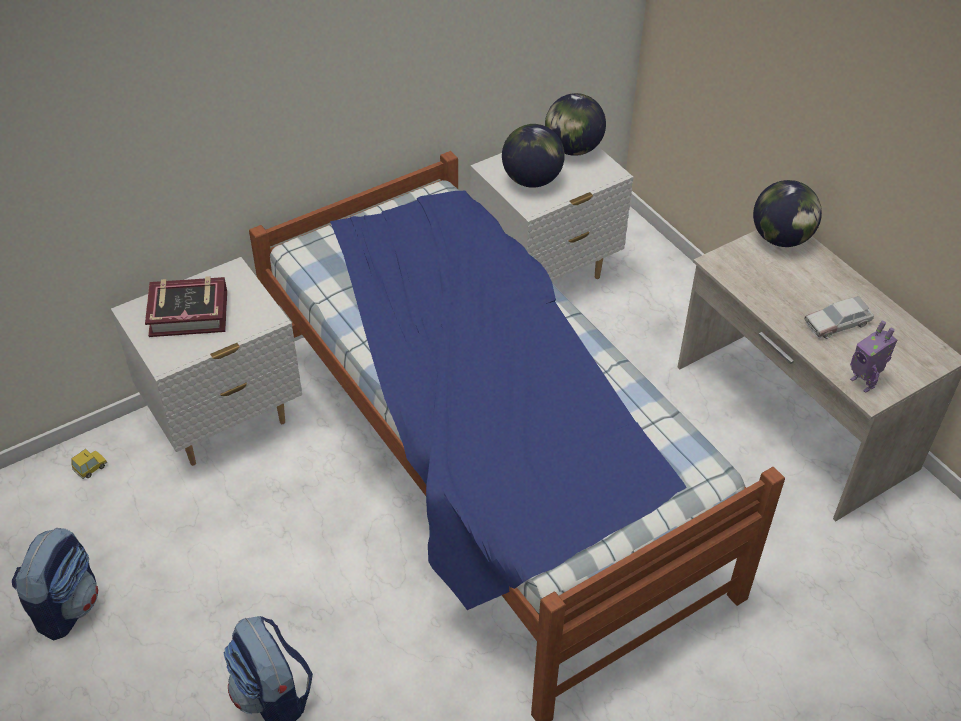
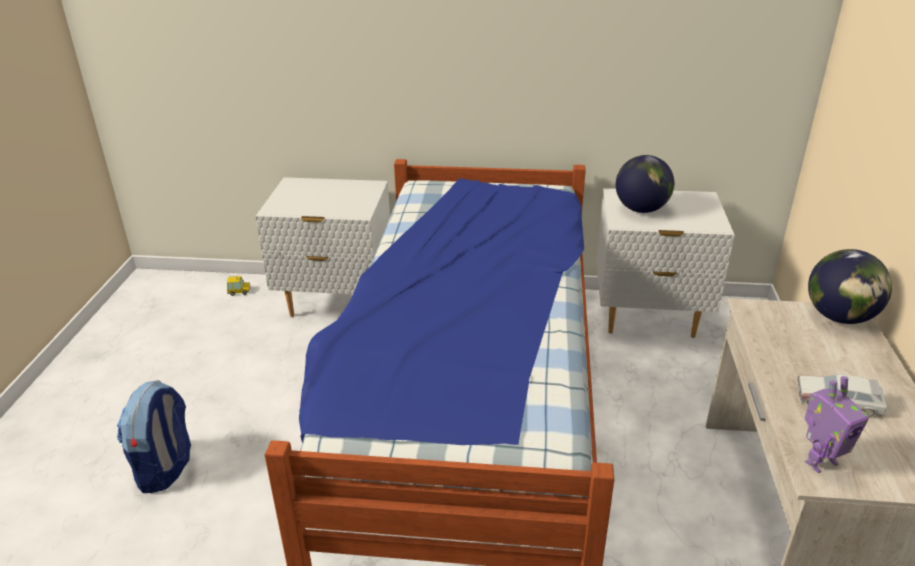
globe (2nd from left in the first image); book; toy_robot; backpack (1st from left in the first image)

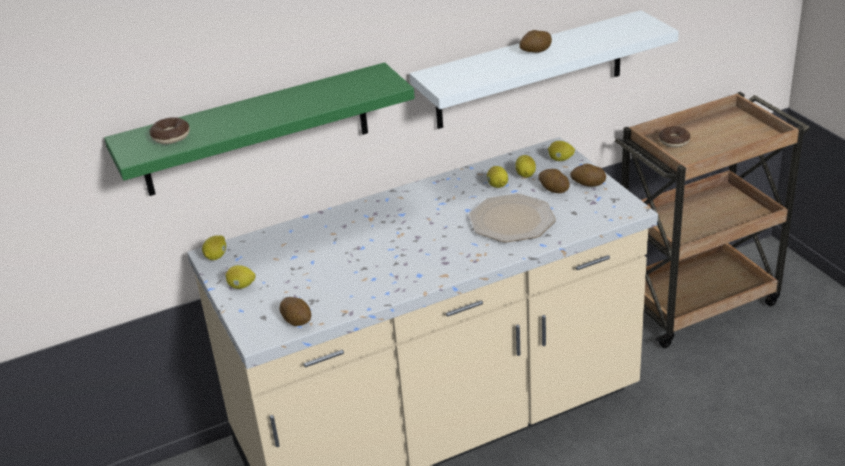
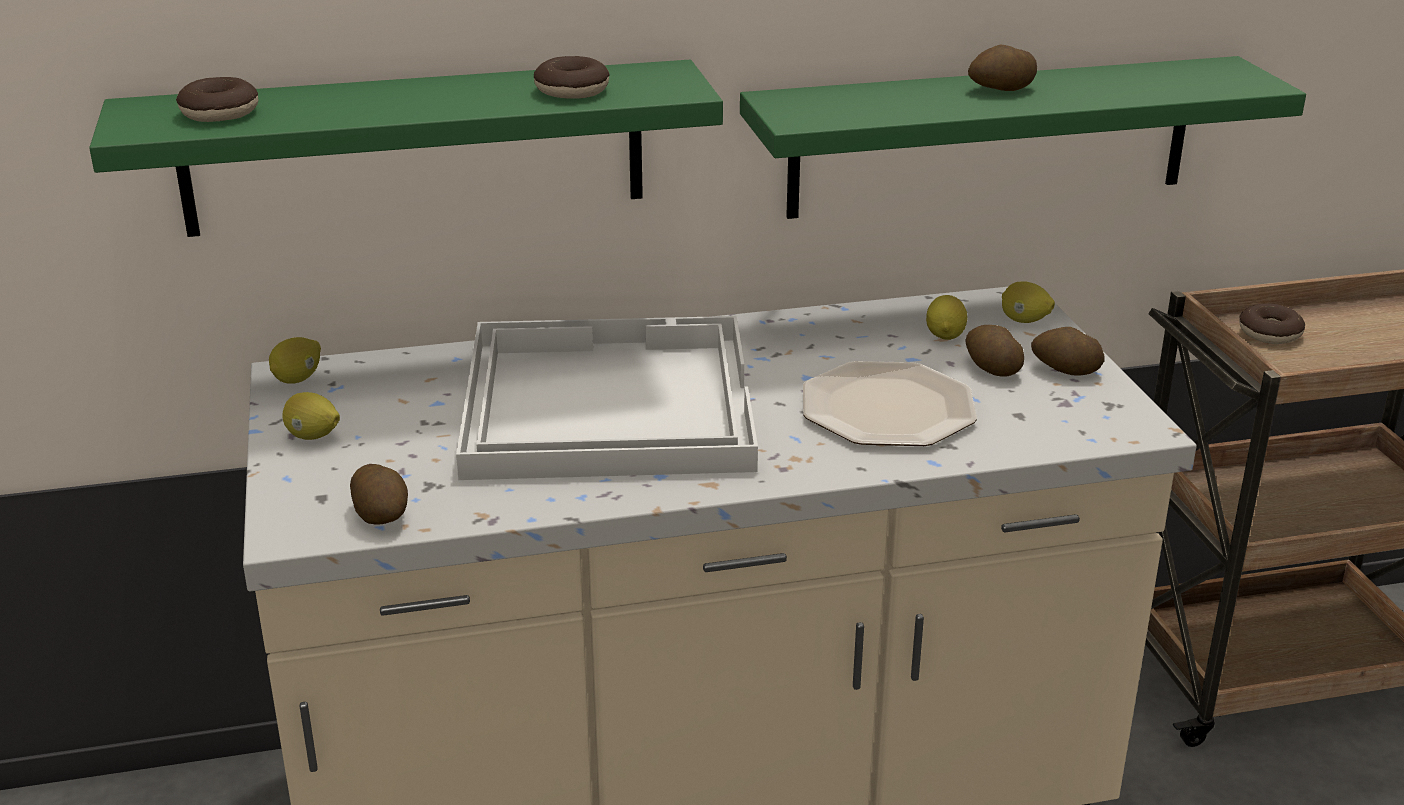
green_shelf (2nd from left); lemon (3rd from left in the first image); donut (2nd from left); white_tray

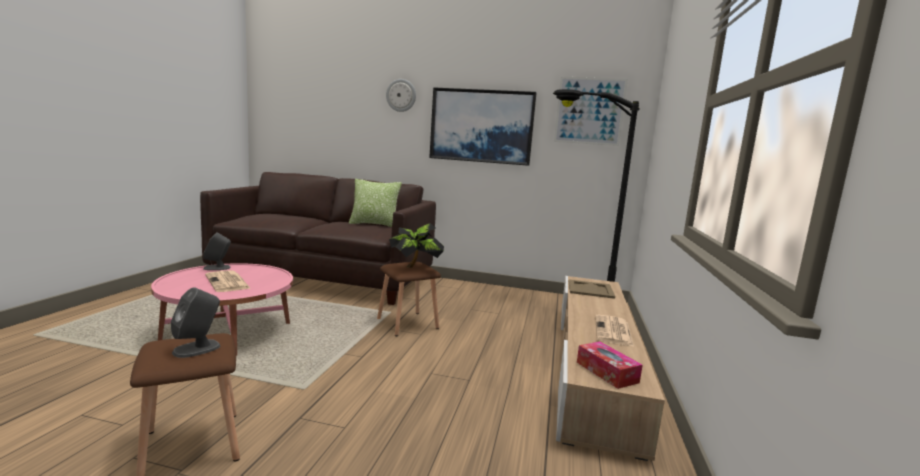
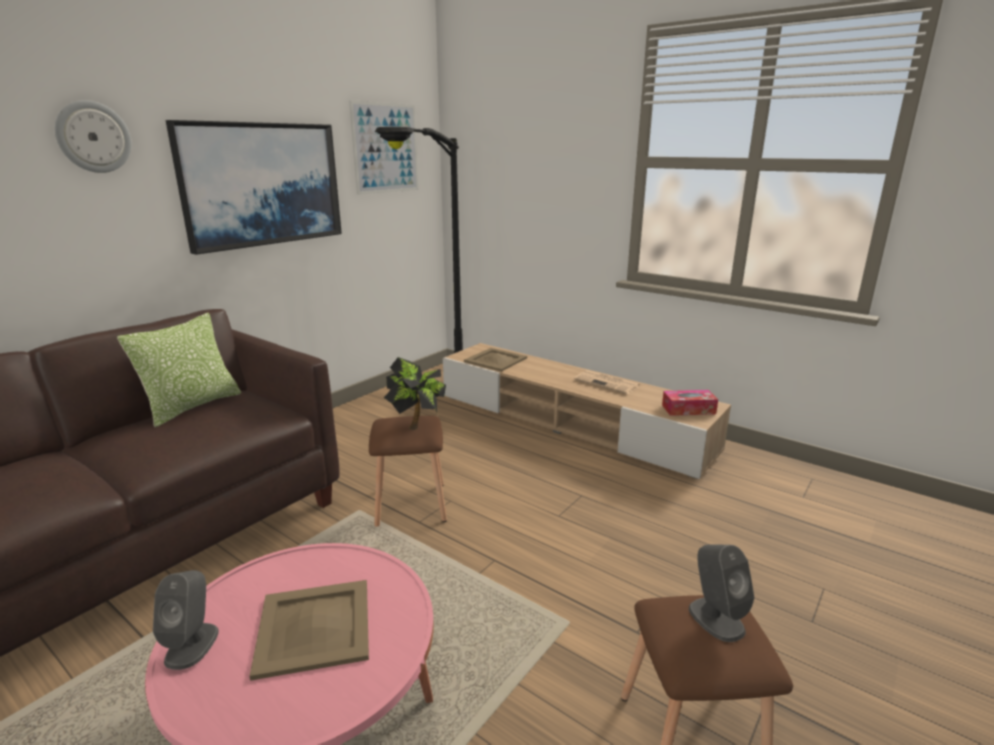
beige_tray (1st from left)

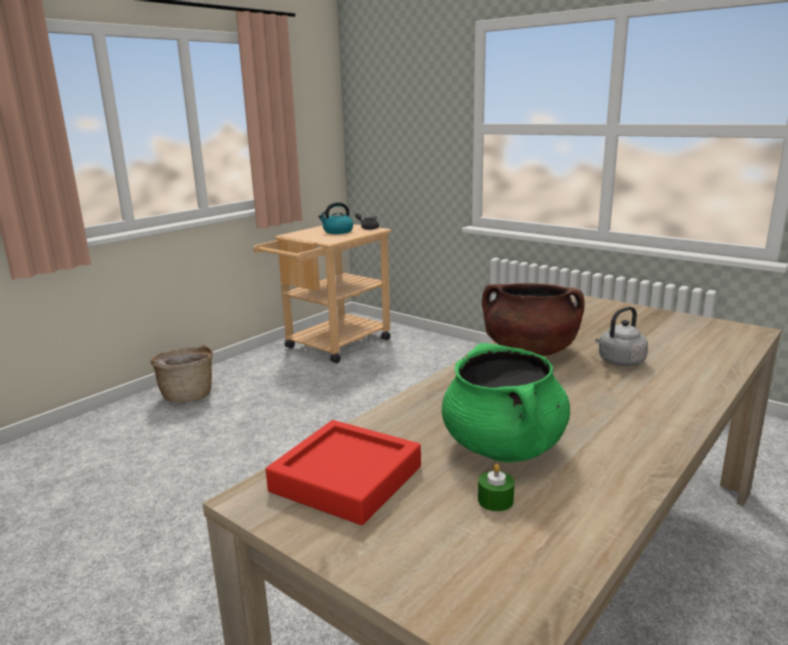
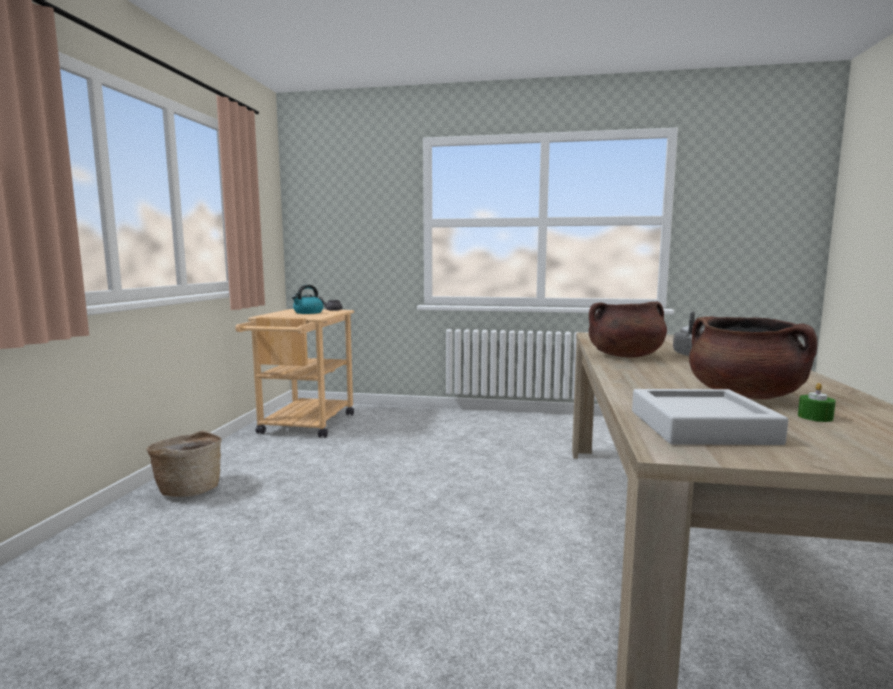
brown_cooking_pot (2nd from left); grey_tray

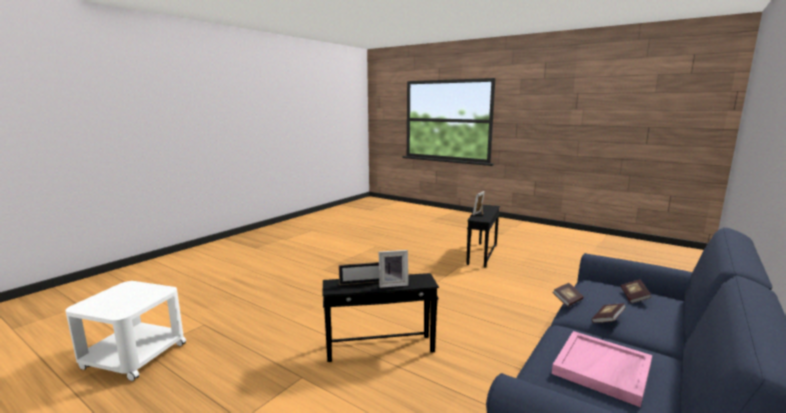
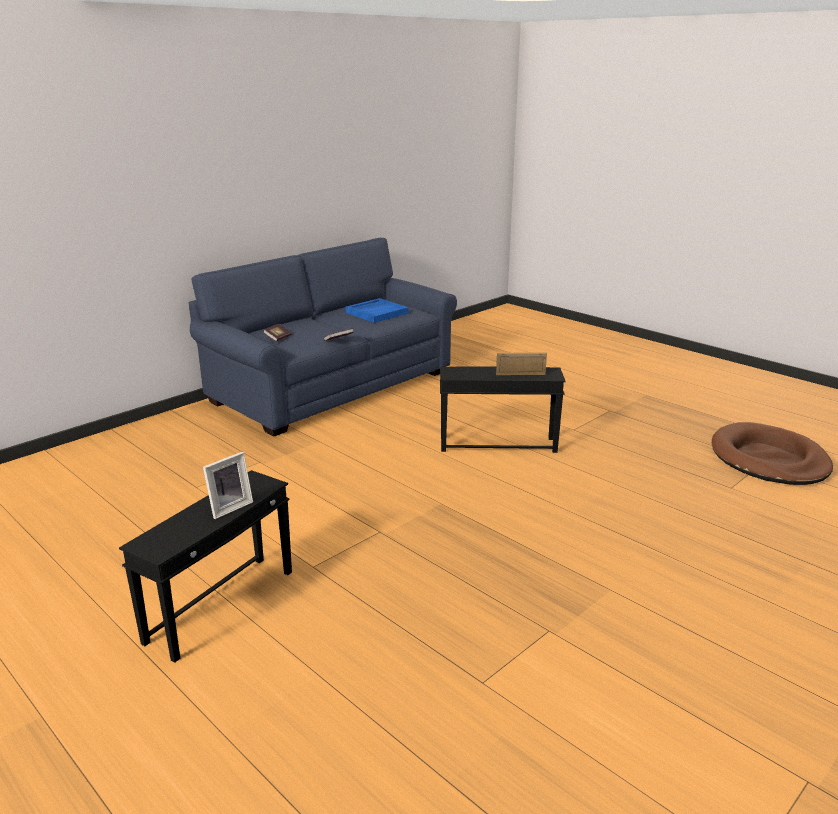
picture_frame (2nd from left in the first image); brown_dog_bed; book (2nd from left in the first image); blue_tray

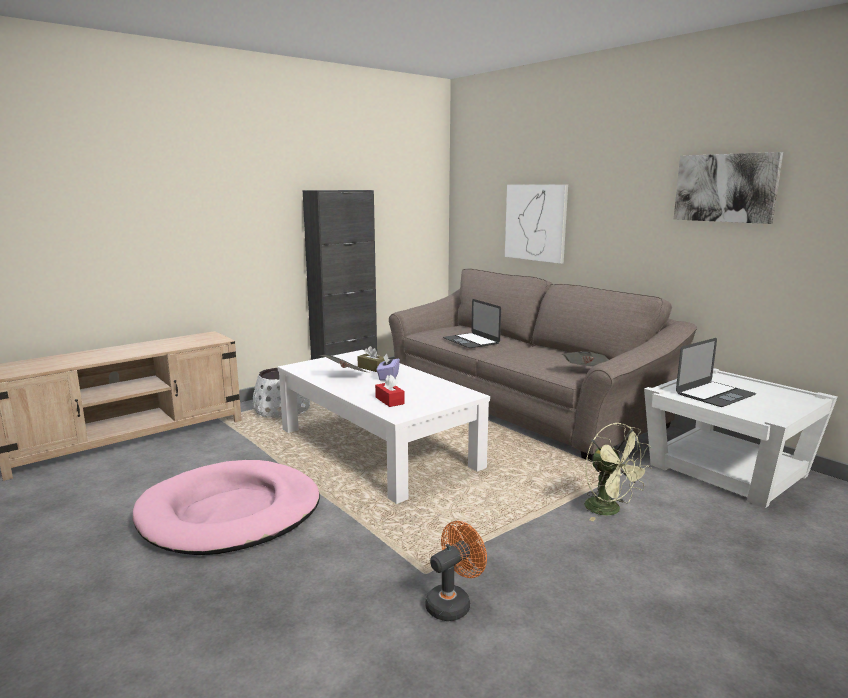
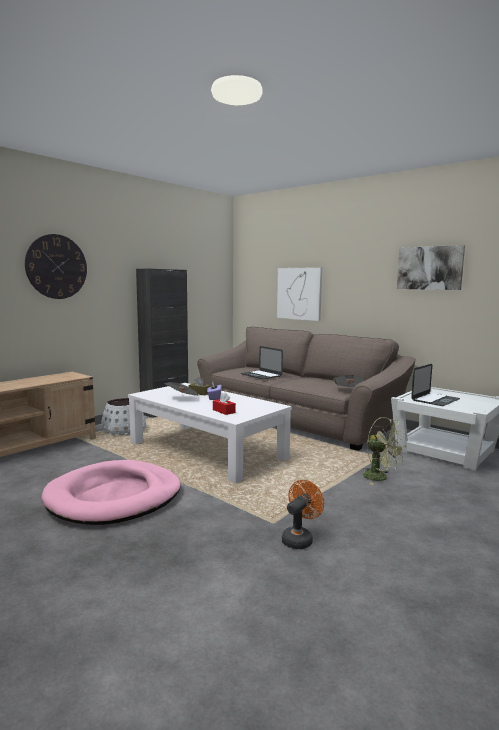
wall_clock

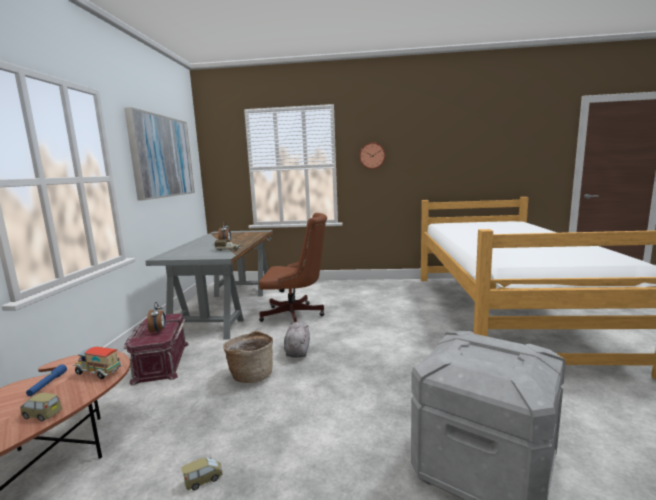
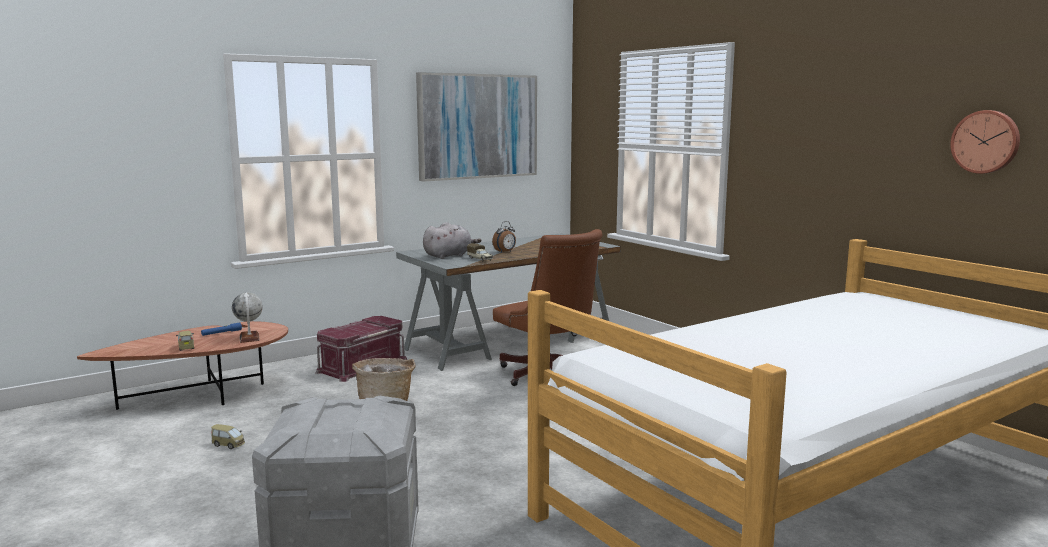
wall_clock; alarm_clock (1st from left in the first image); grey_plush_toy; globe

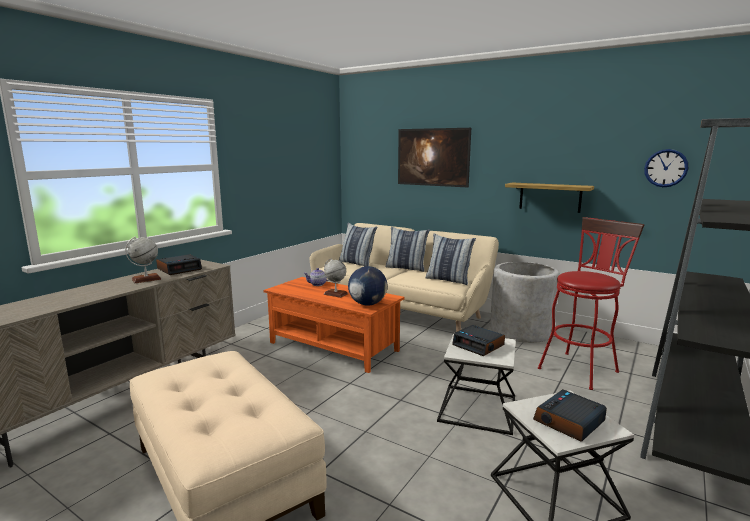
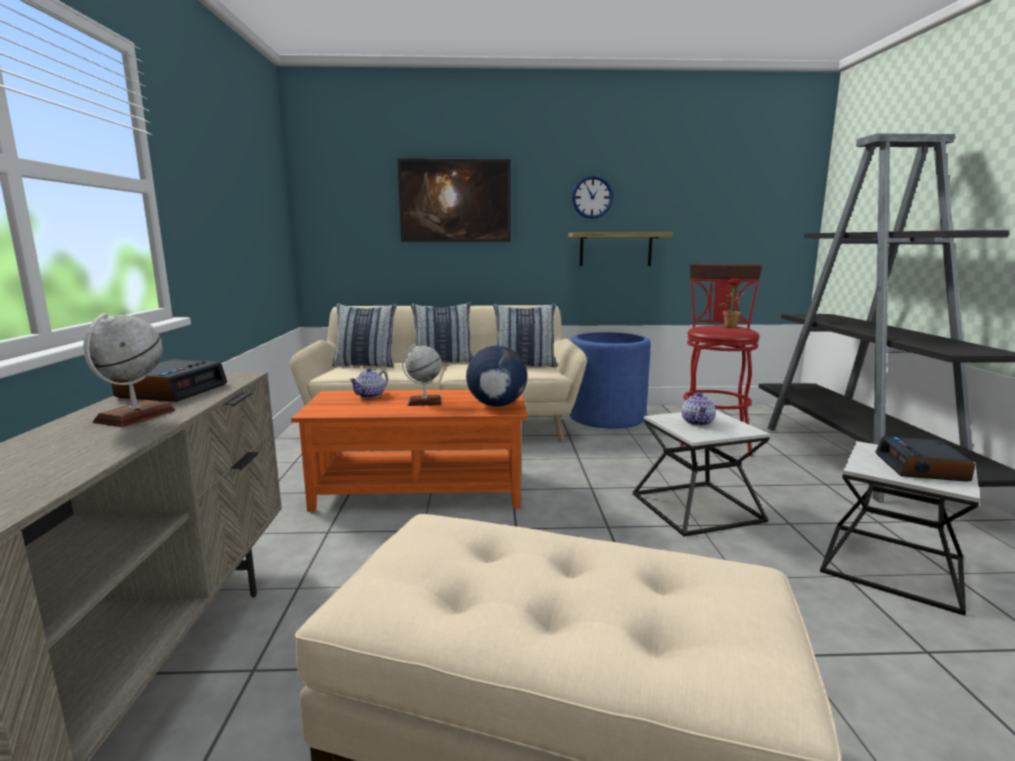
wall_clock; blue_planter; teapot (2nd from left); potted_plant

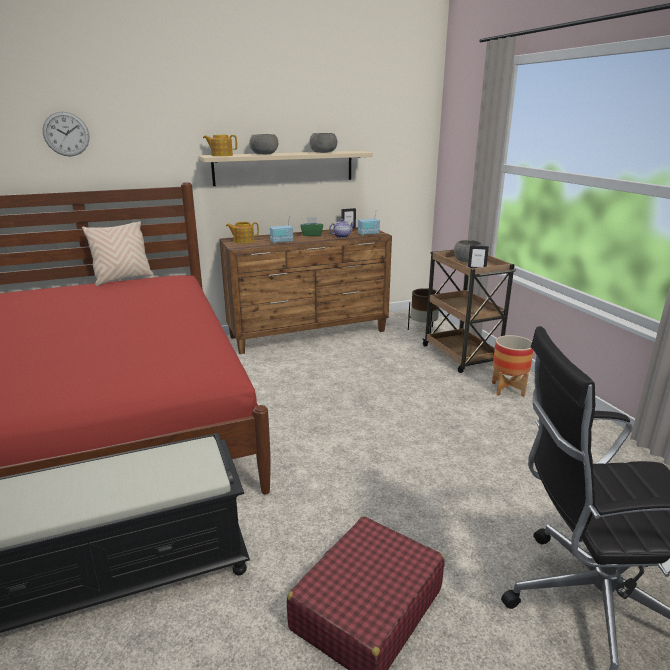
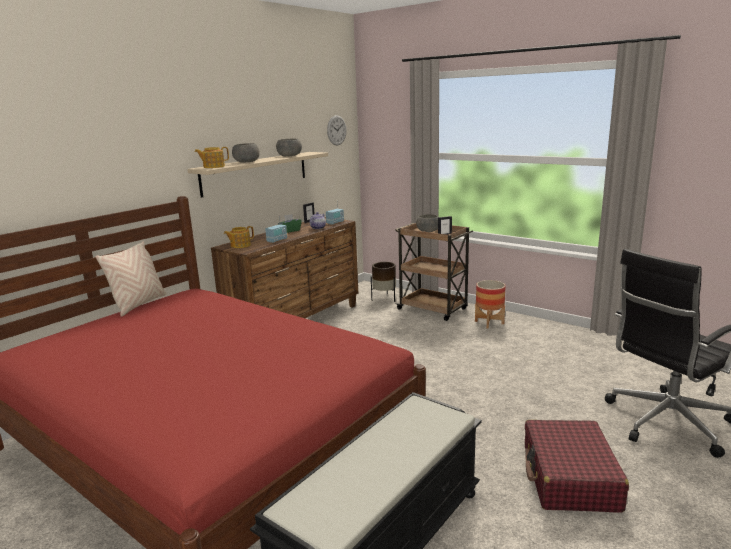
wall_clock

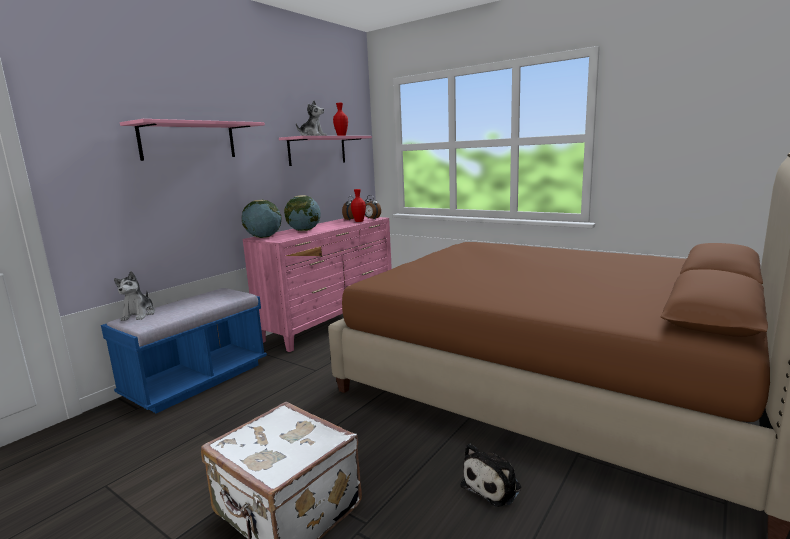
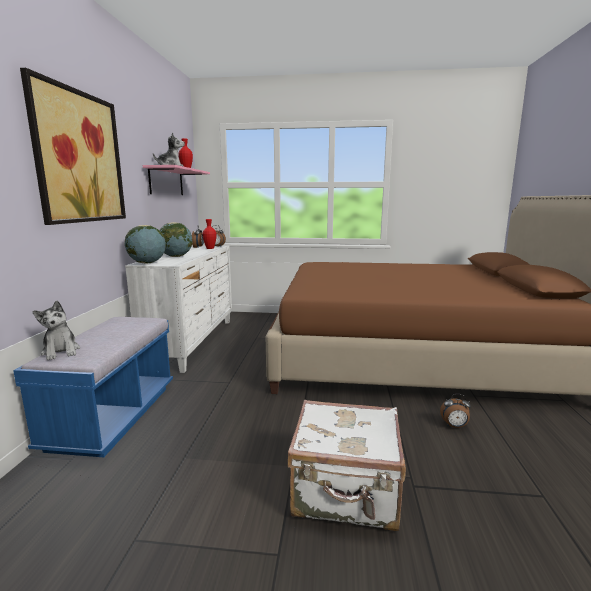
picture; white_dresser; alarm_clock (3rd from left)

